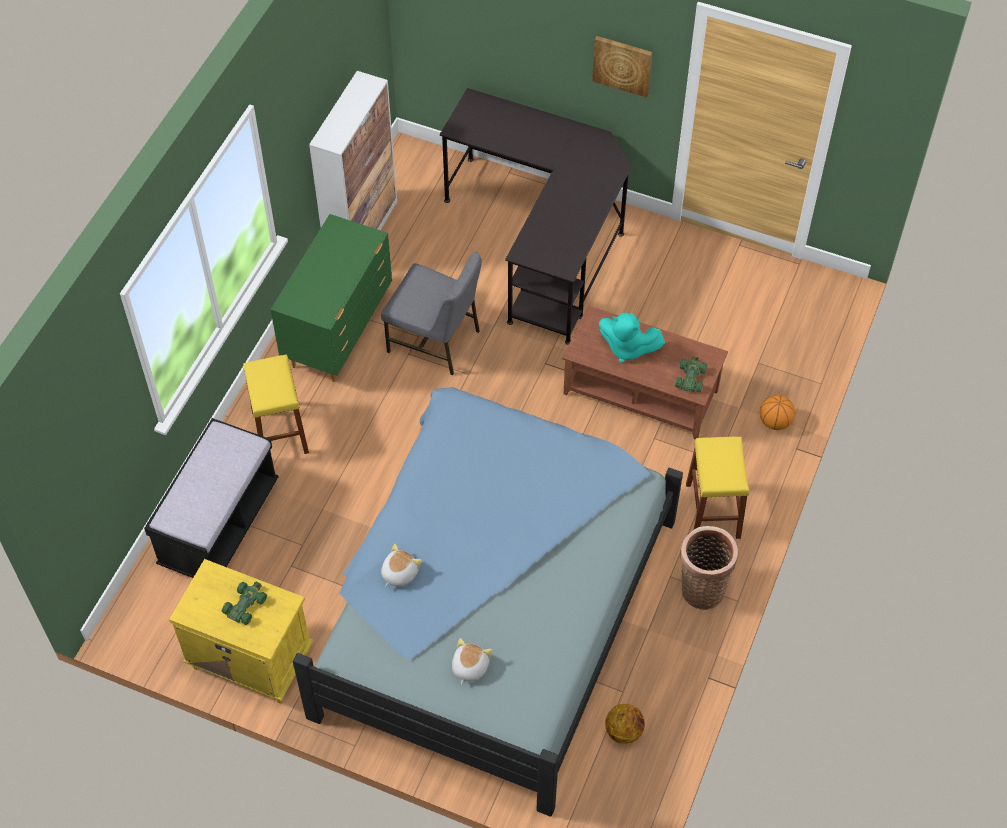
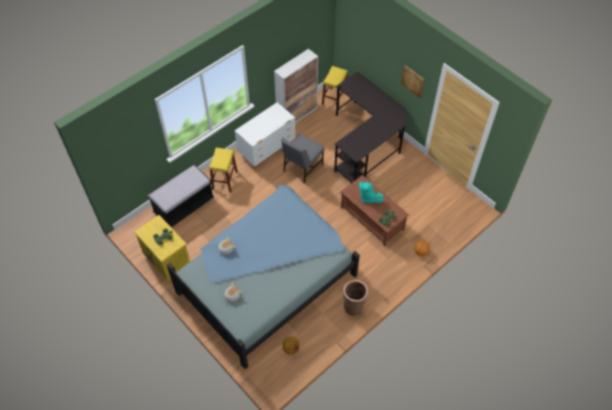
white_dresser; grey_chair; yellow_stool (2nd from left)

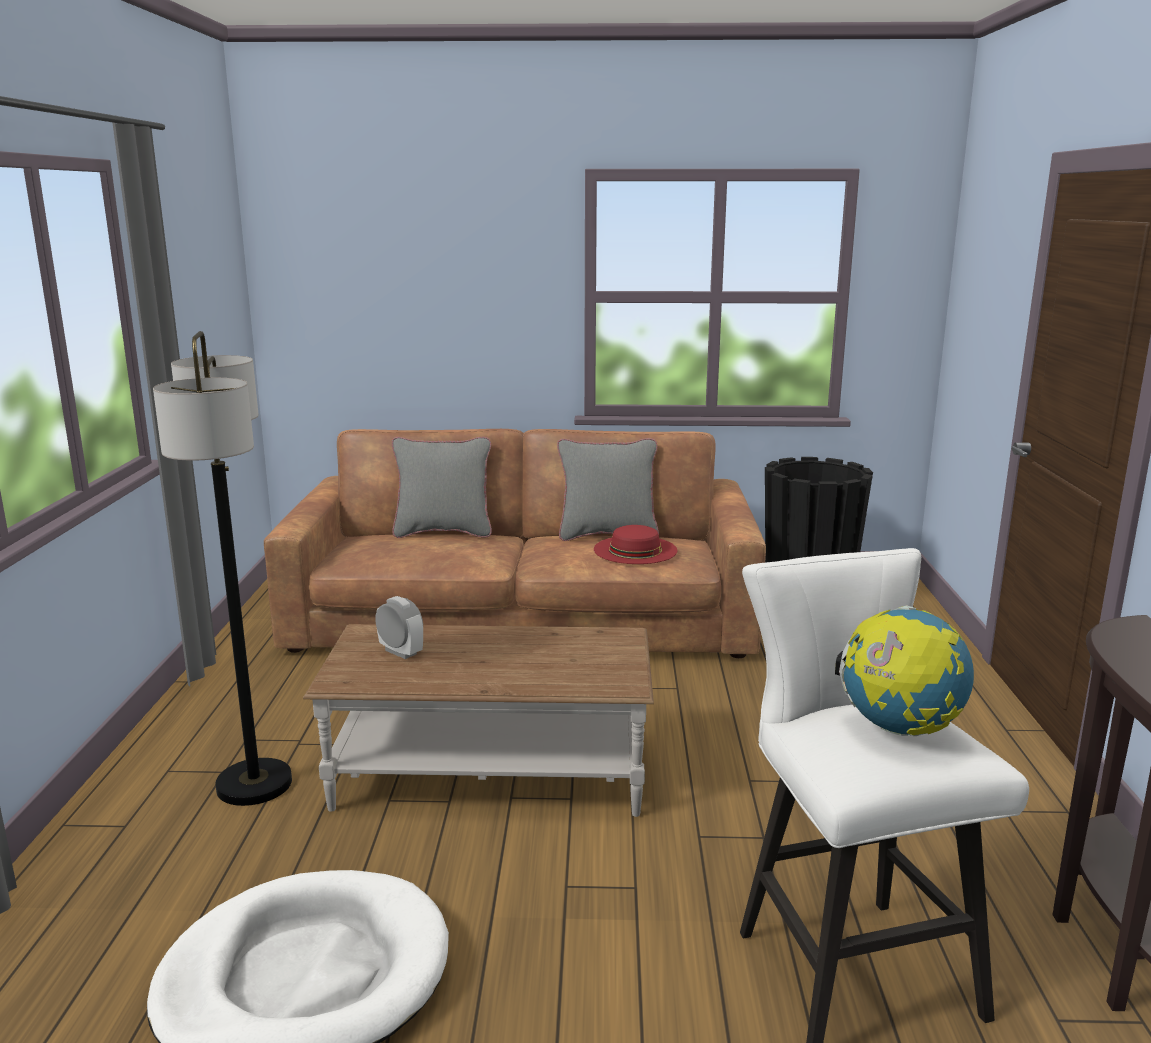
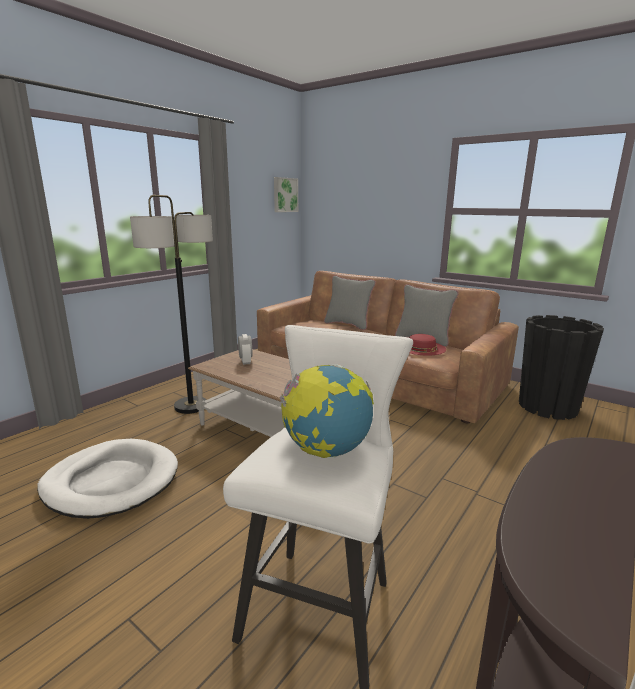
picture

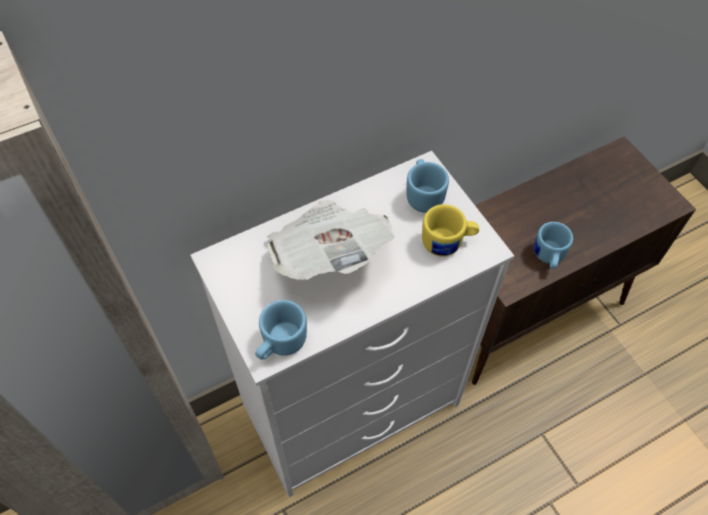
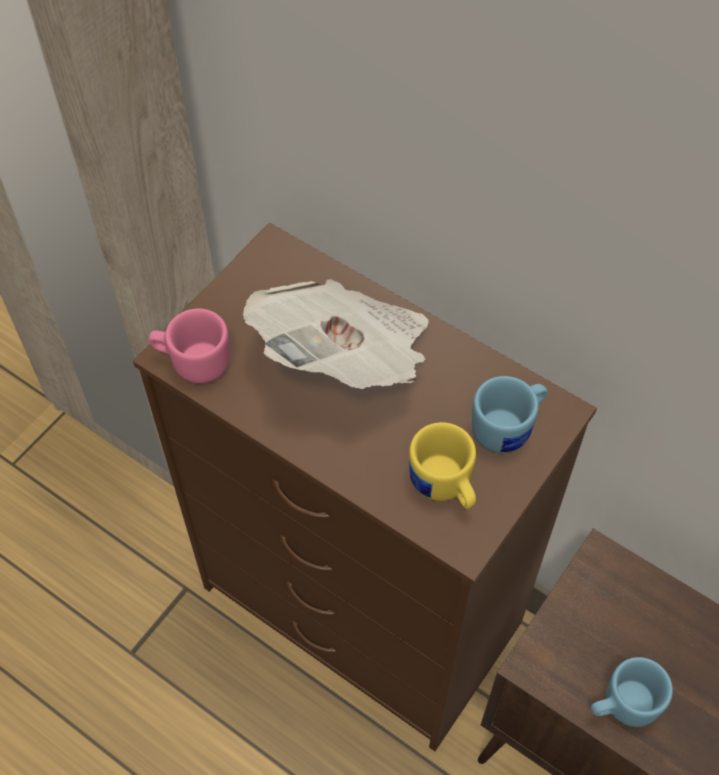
brown_dresser; pink_mug

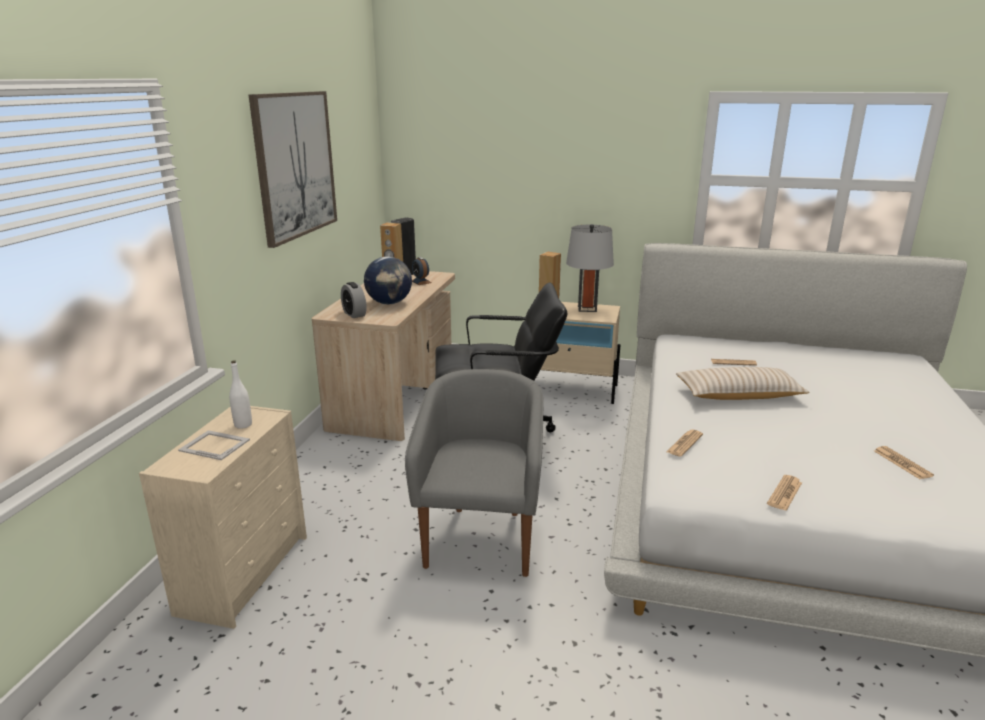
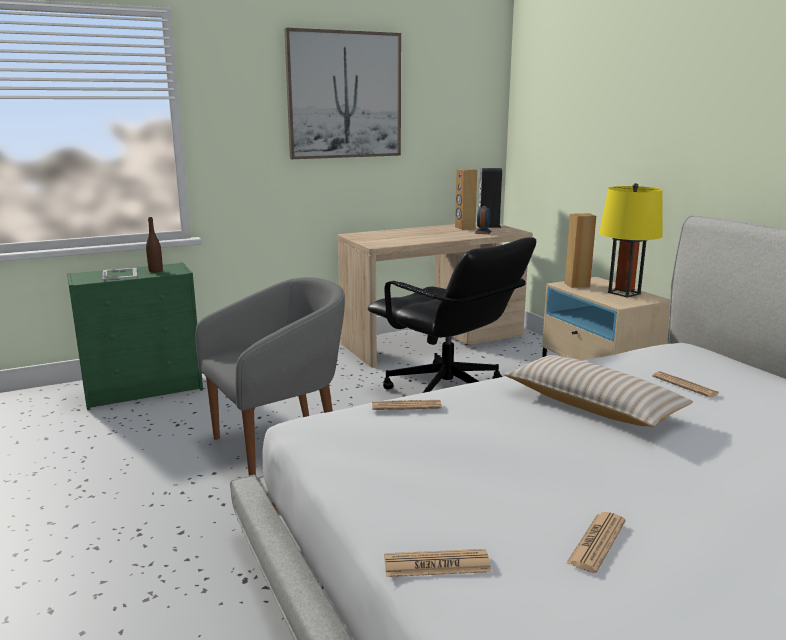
yellow_table_lamp; globe; alarm_clock (1st from left in the first image); brown_bottle; green_dresser; newspaper (2nd from left)

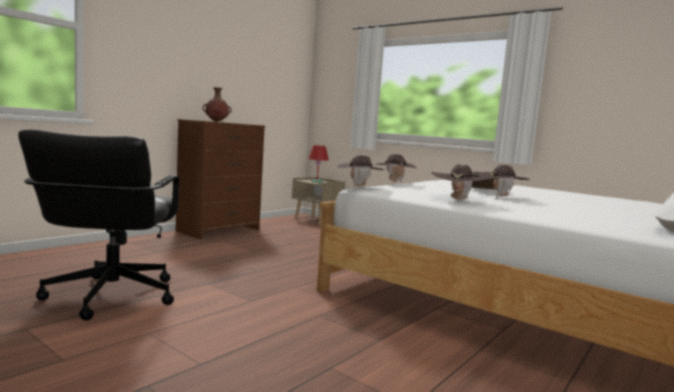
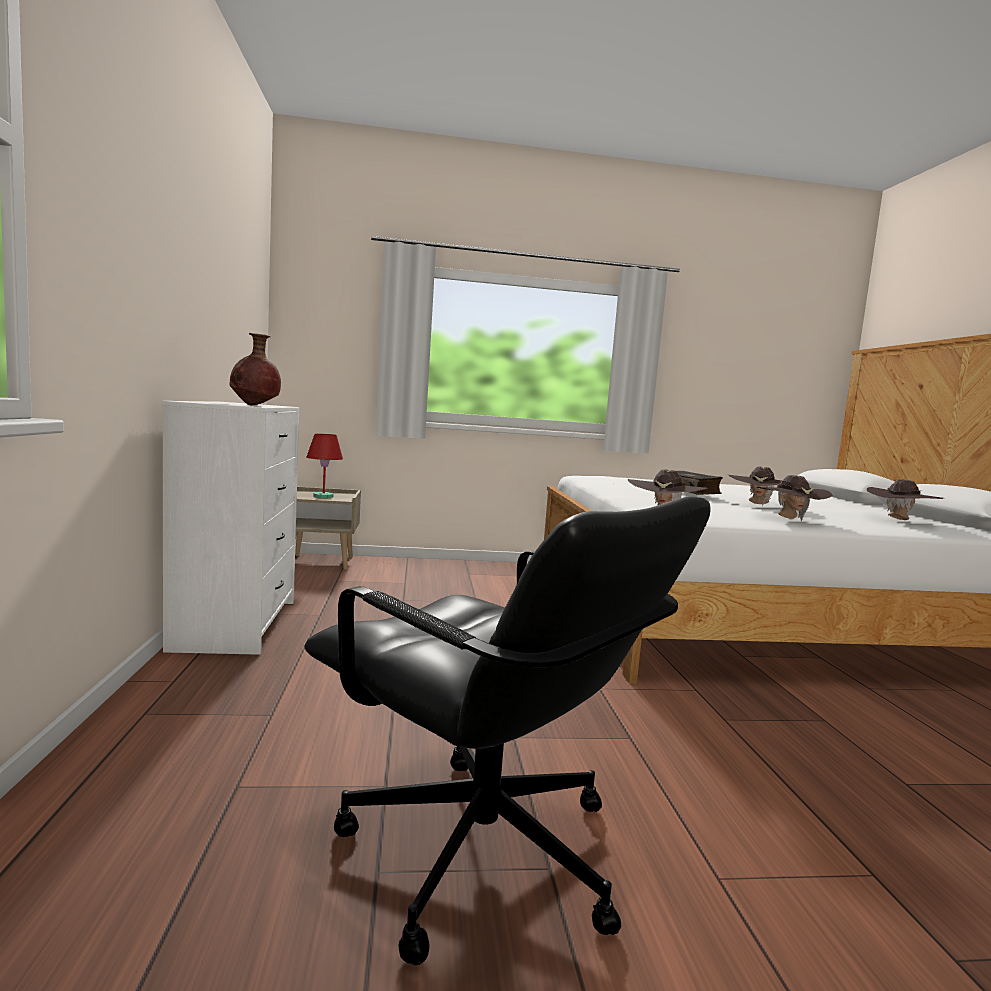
white_dresser; brown_hat (4th from left)

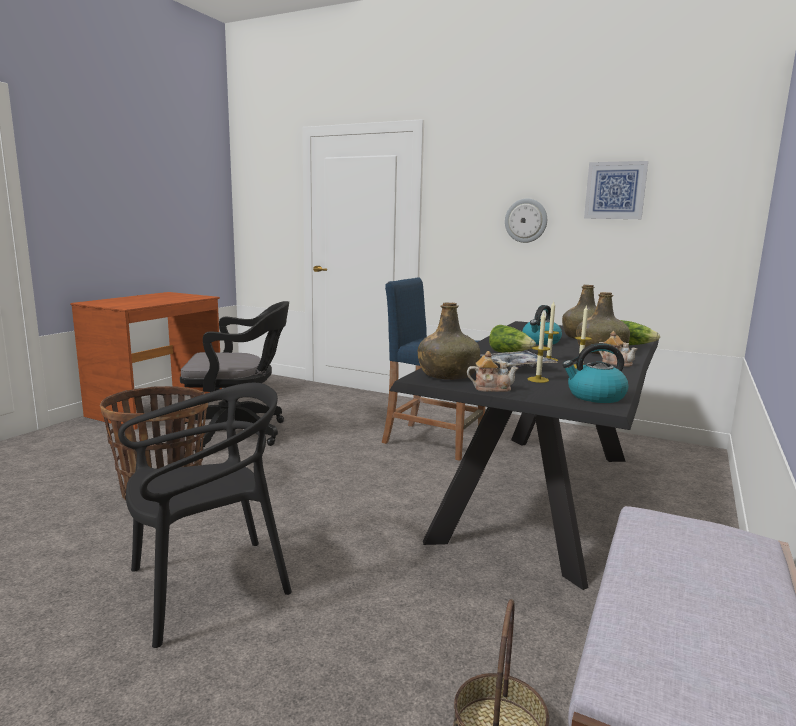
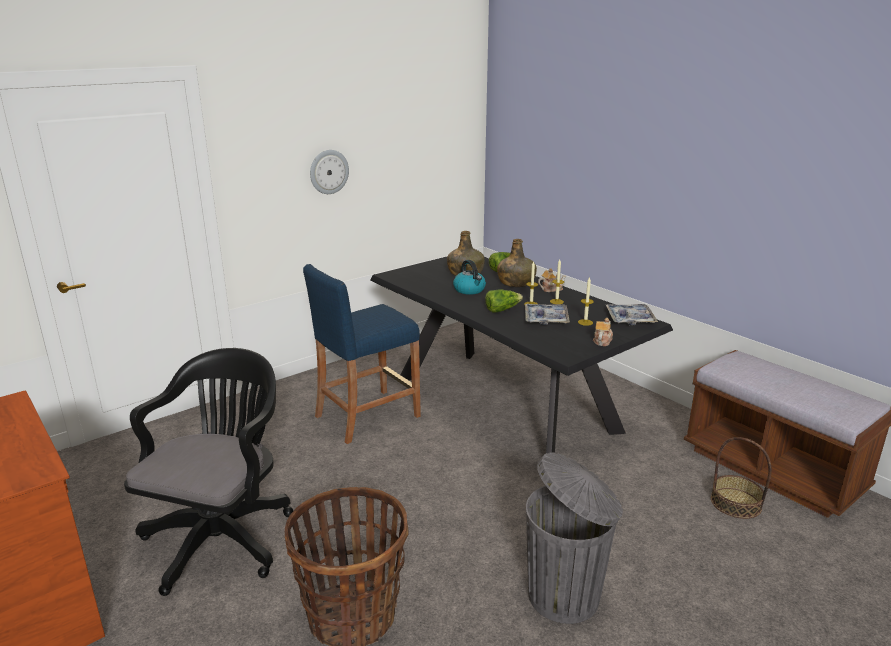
picture; green_bottle (1st from left in the first image); tray (2nd from left); grey_trash_can

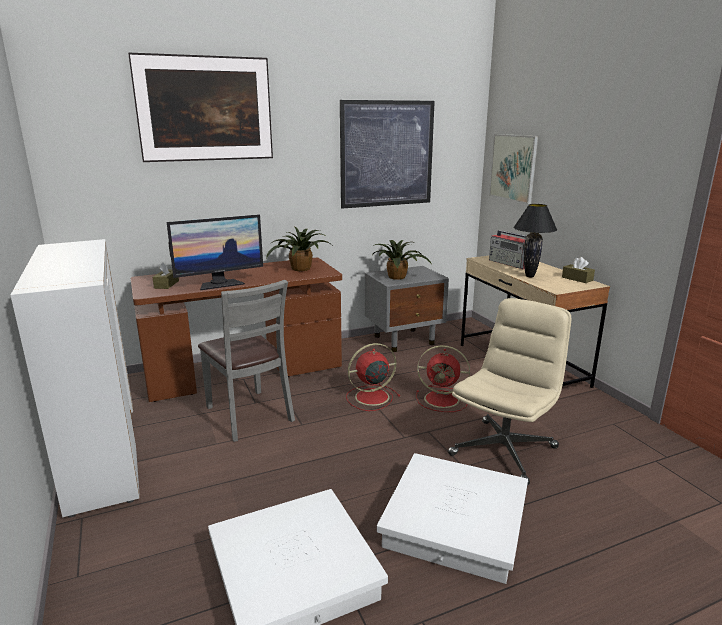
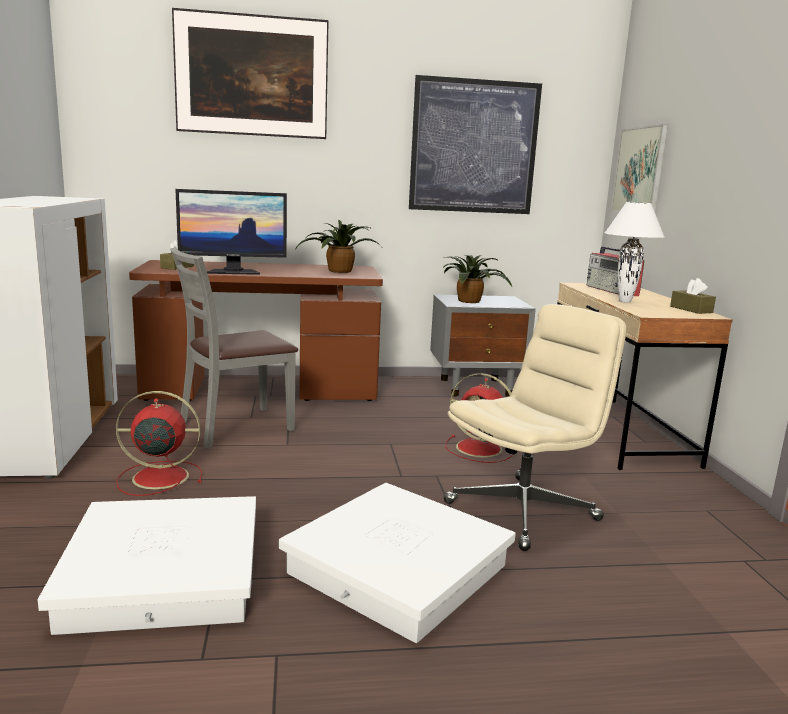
white_table_lamp; grey_chair; red_fan (1st from left)

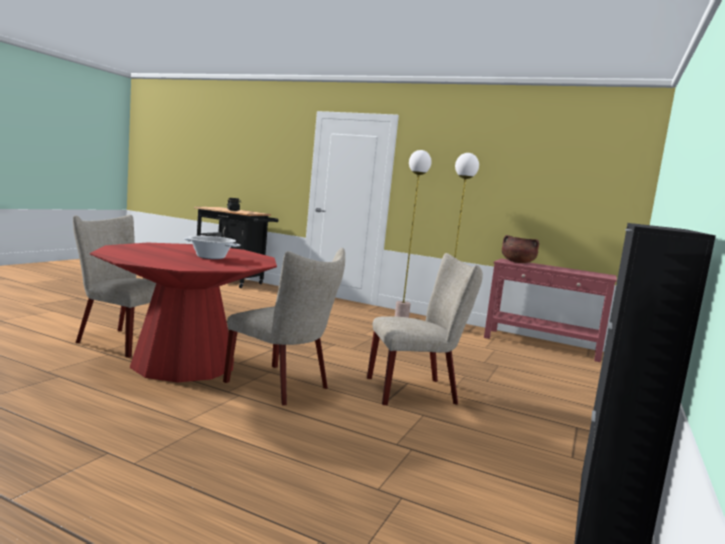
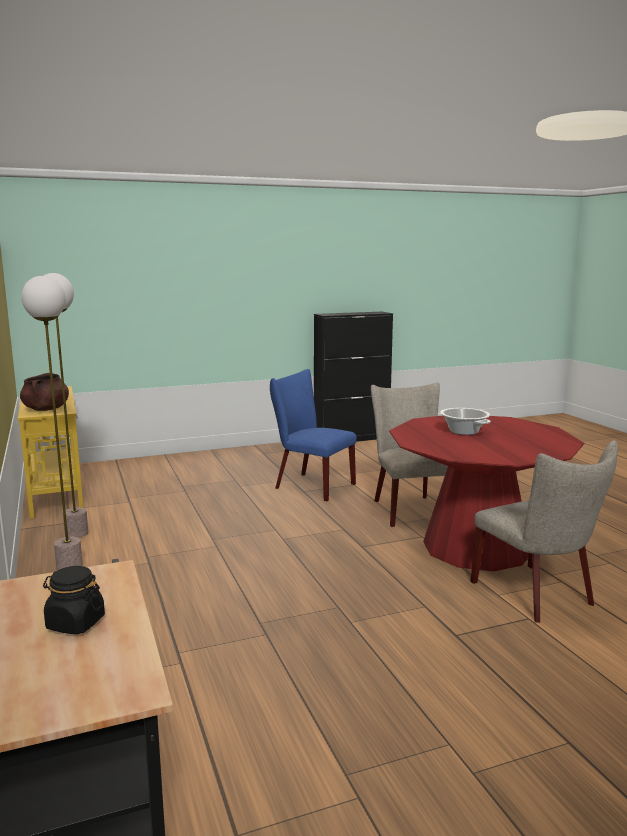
blue_chair; yellow_console_table

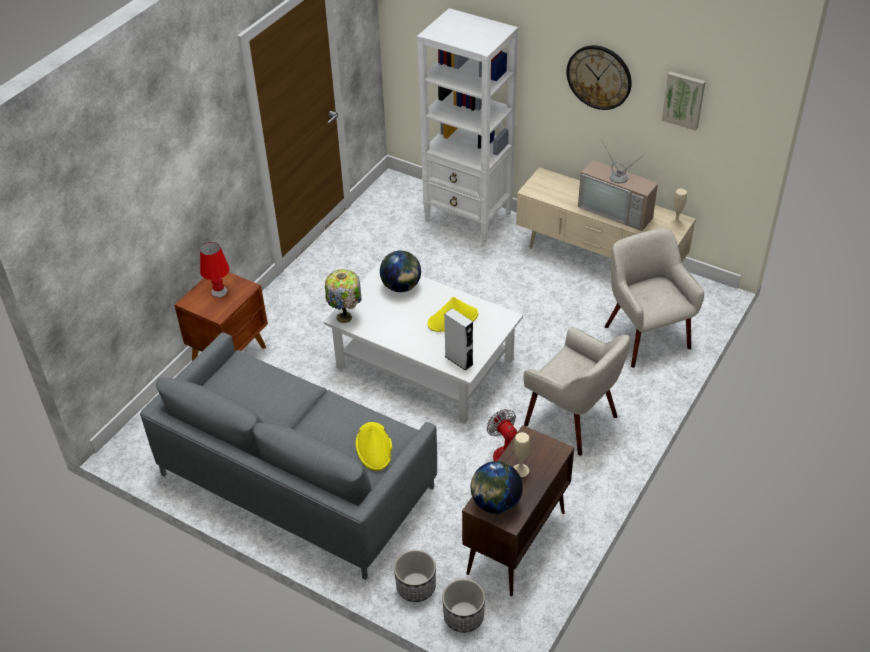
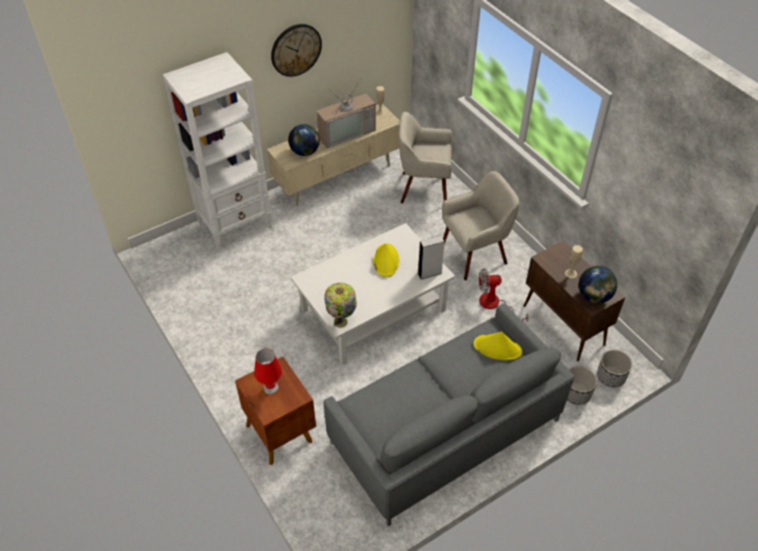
picture; globe (1st from left)

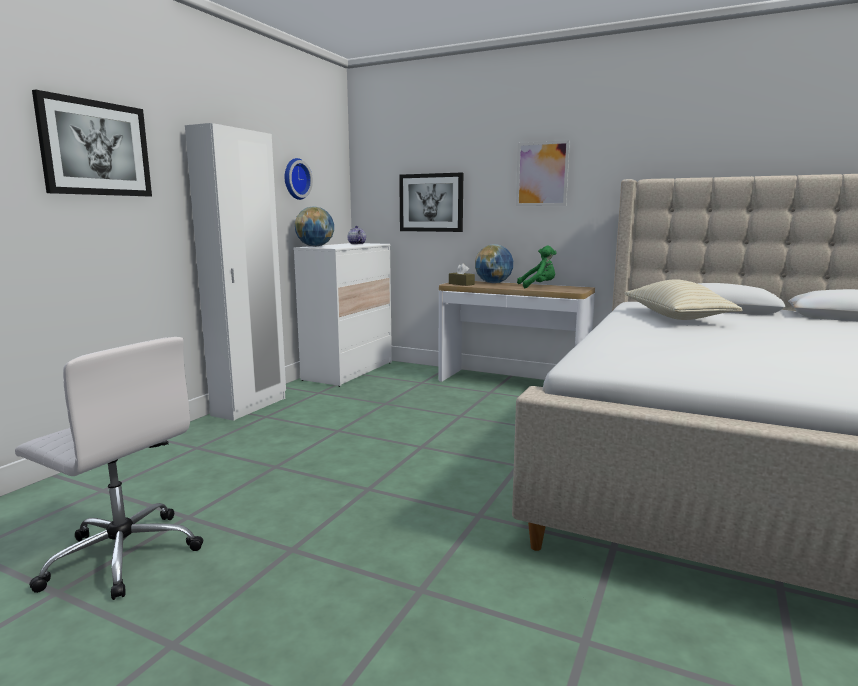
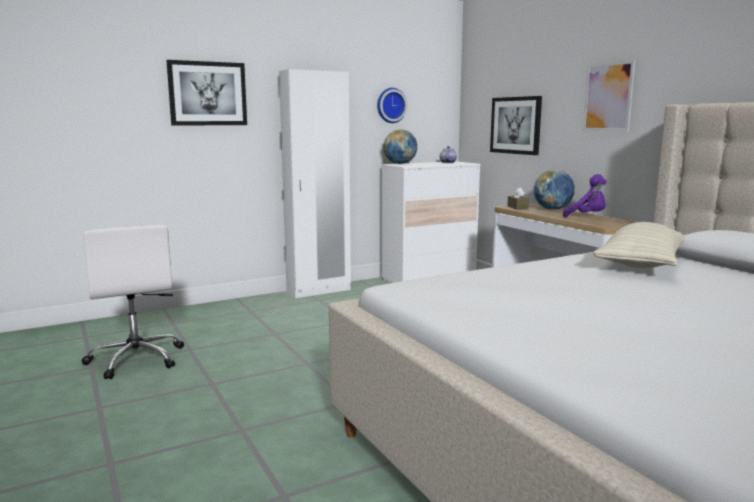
purple_plush_toy

